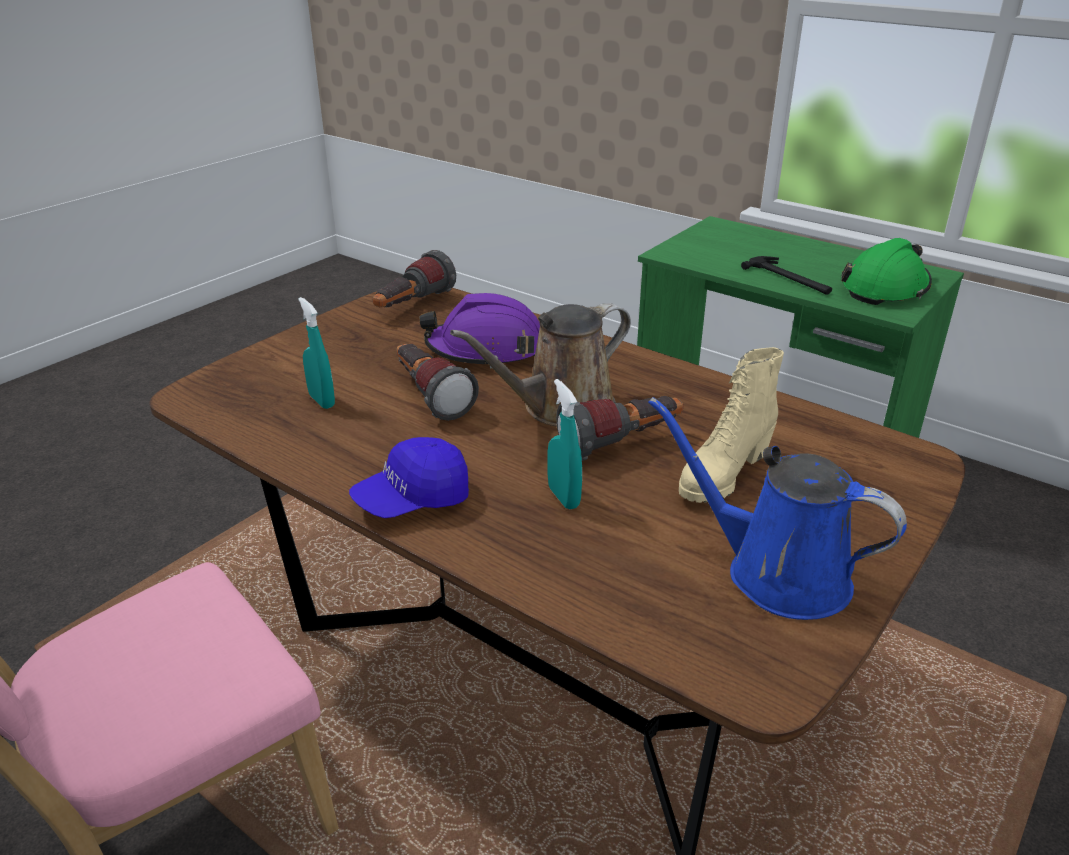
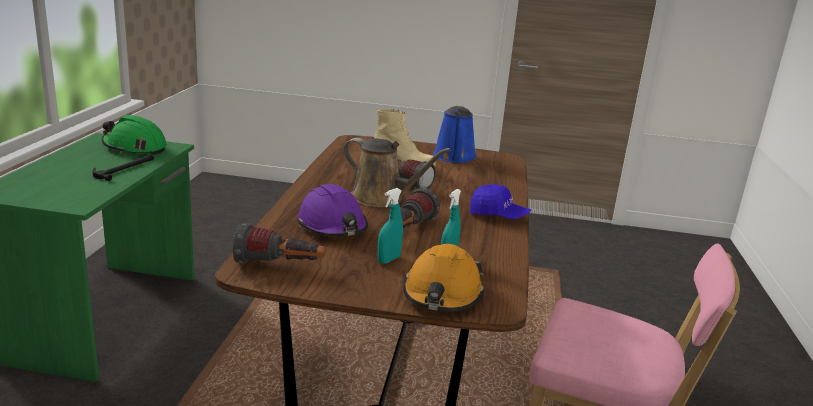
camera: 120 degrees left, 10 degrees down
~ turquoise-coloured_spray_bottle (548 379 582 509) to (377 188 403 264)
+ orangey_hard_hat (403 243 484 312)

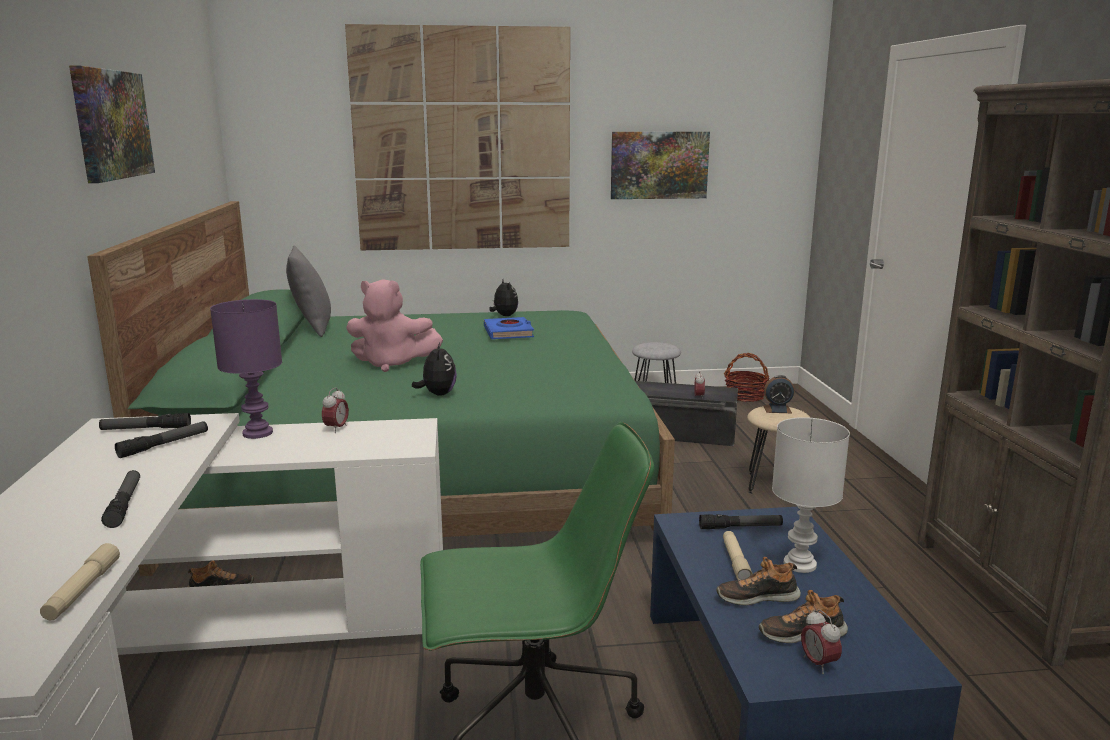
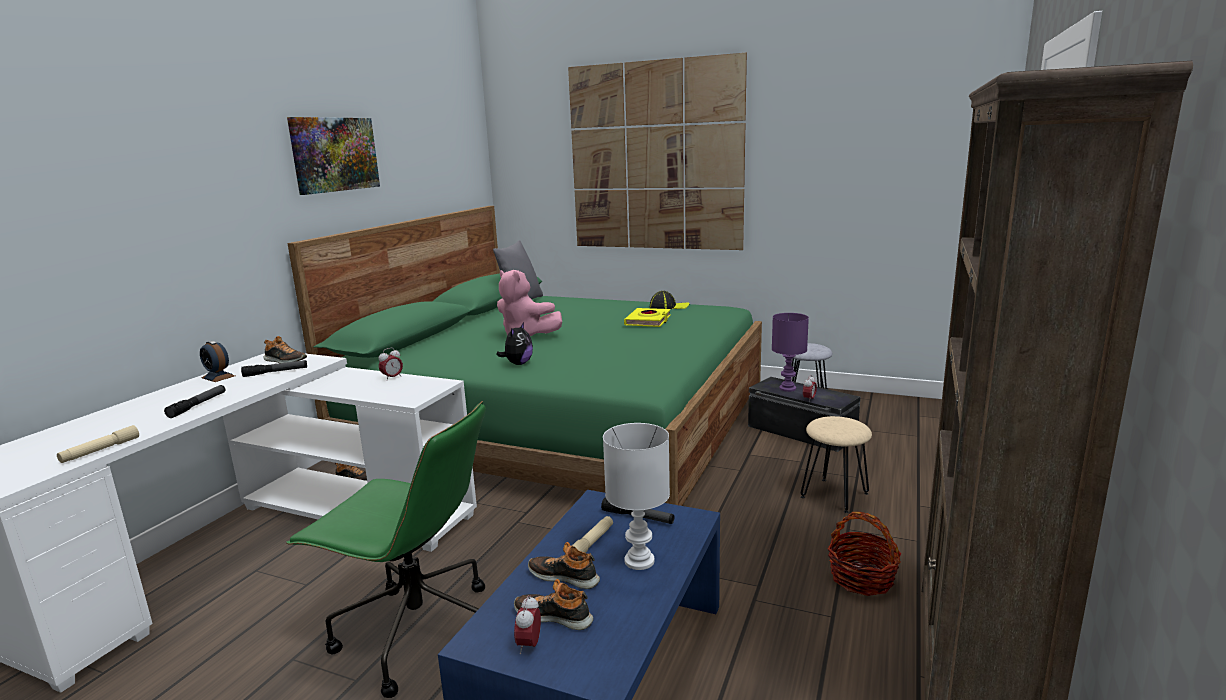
camera: 30 degrees right, 0 degrees up
~ hand_torch (99 413 191 430) to low_shoe (264 336 307 363)
~ purple_tabletop_lamp (210 299 282 439) to (772 313 809 392)
~ bluish_book (484 317 534 339) to yellow_book (624 308 671 327)
~ cuddly_toy (489 280 518 316) to cap (650 291 690 309)
- wall_picture (611 132 710 199)
~ basket (724 353 769 402) to (828 512 901 596)
~ alarm_clock (764 375 795 413) to (200 341 235 382)

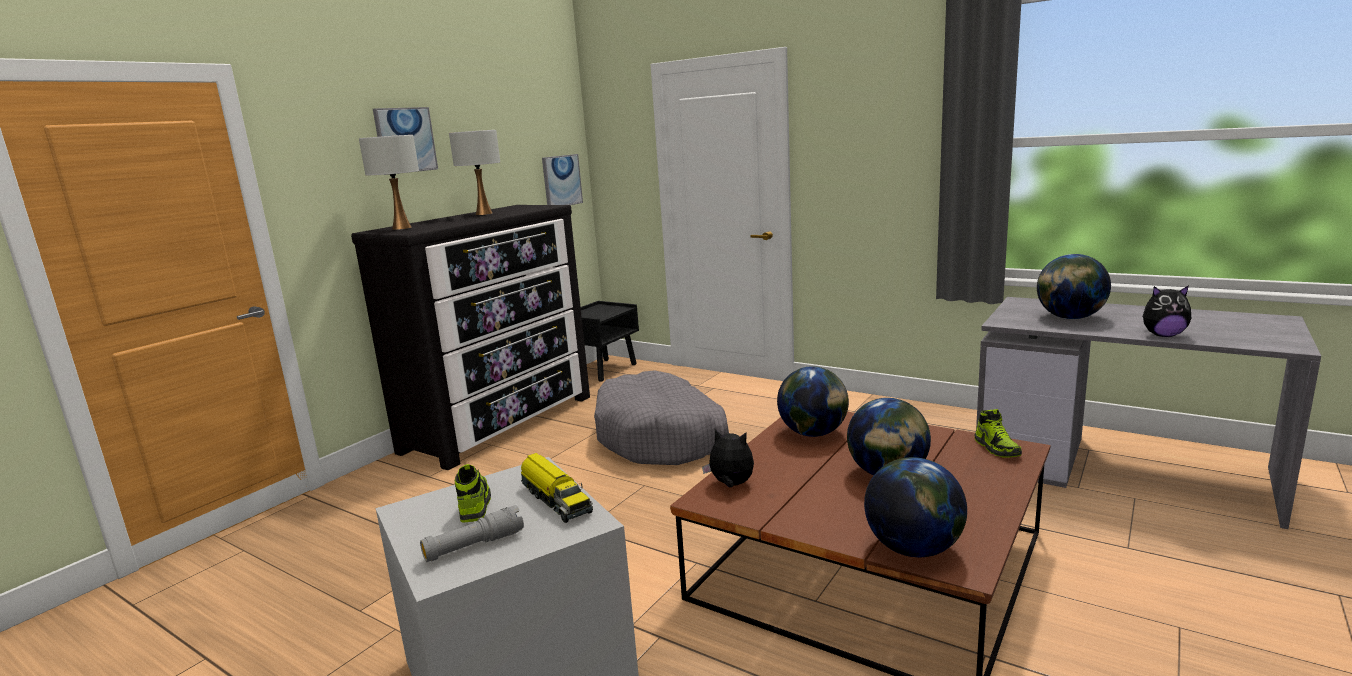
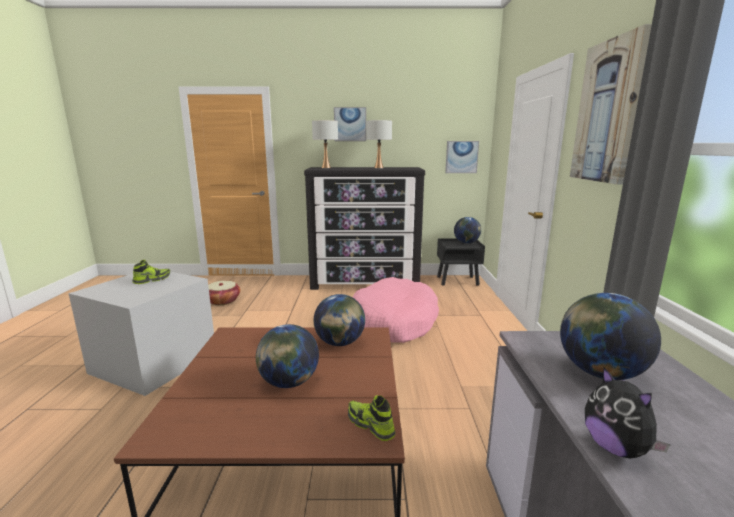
camera: 55 degrees right, 0 degrees up
- grey_hand_torch (420 505 524 562)
- toy_lorry (521 453 593 523)
~ grey_dog_bed (594 370 729 465) to pink-coloured_dog_bed (352 277 439 343)
- cuddly_toy (702 429 754 487)
~ world_globe (864 457 967 557) to (454 217 481 243)
~ low_shoe (974 409 1022 458) = (348 395 395 441) 90 degrees clockwise
+ basket (208 281 240 305)
+ wall_picture (570 24 652 185)

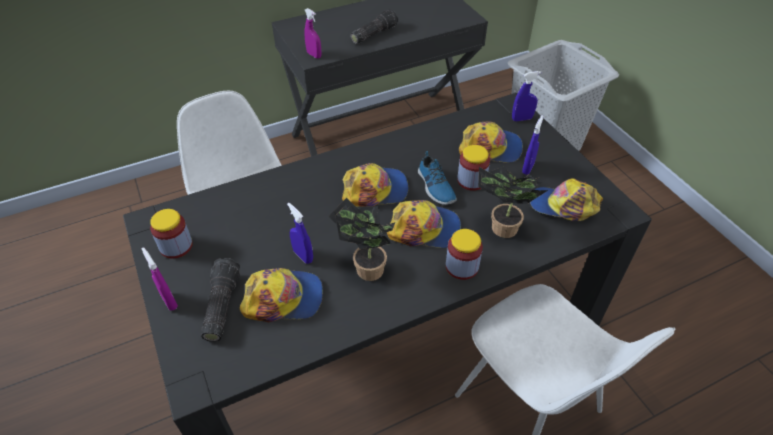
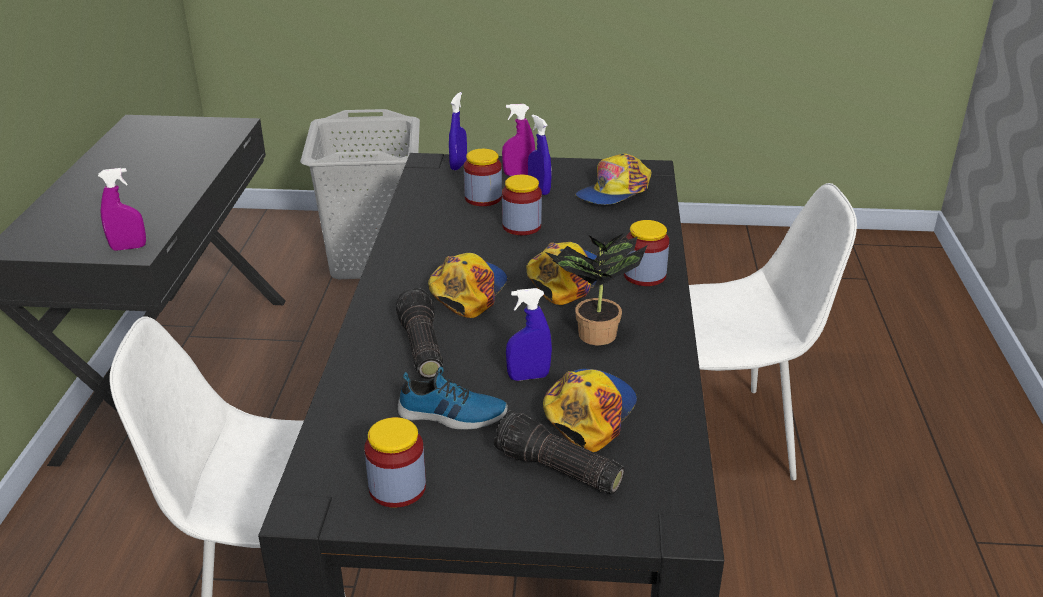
camera: 60 degrees left, 15 degrees down
~ purple_spray_bottle (142 247 178 310) to (502 104 535 176)
~ hand_torch (350 9 398 44) to (396 288 443 379)
~ low_shoe (418 151 457 205) to (397 367 508 430)
~ cap (459 121 523 163) to jar (464 149 502 206)
- plant_in_a_pot (478 166 548 238)

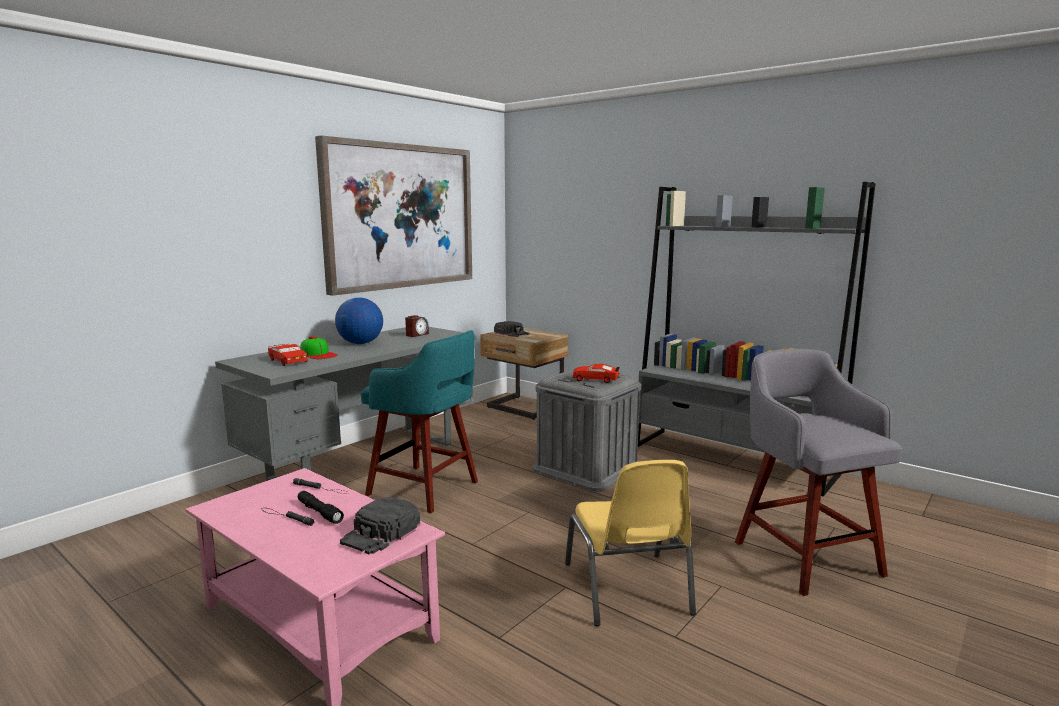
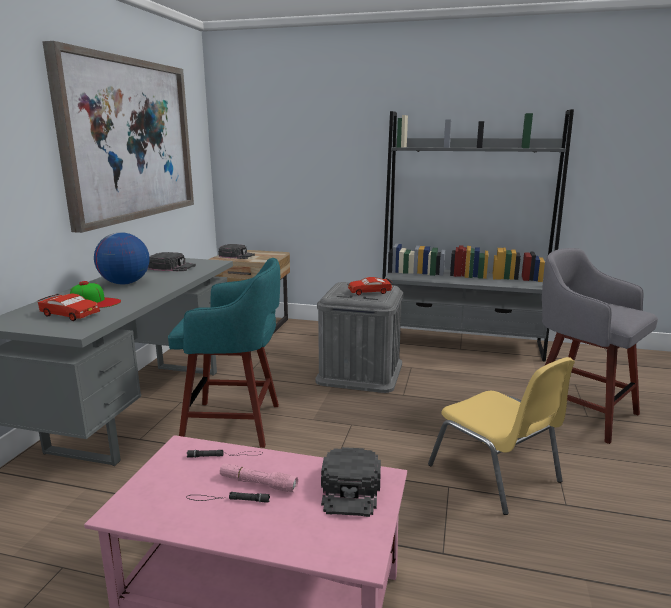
camera: 25 degrees left, 5 degrees up
~ blackish_hand_torch (298 491 344 524) to pink-coloured_hand_torch (220 463 298 492)
~ alarm_clock (405 315 429 337) to blackish_cap (148 252 196 271)

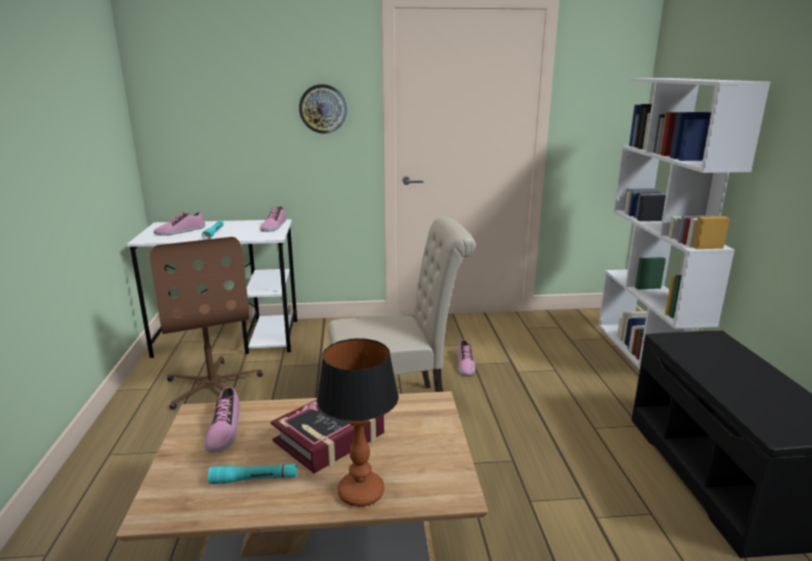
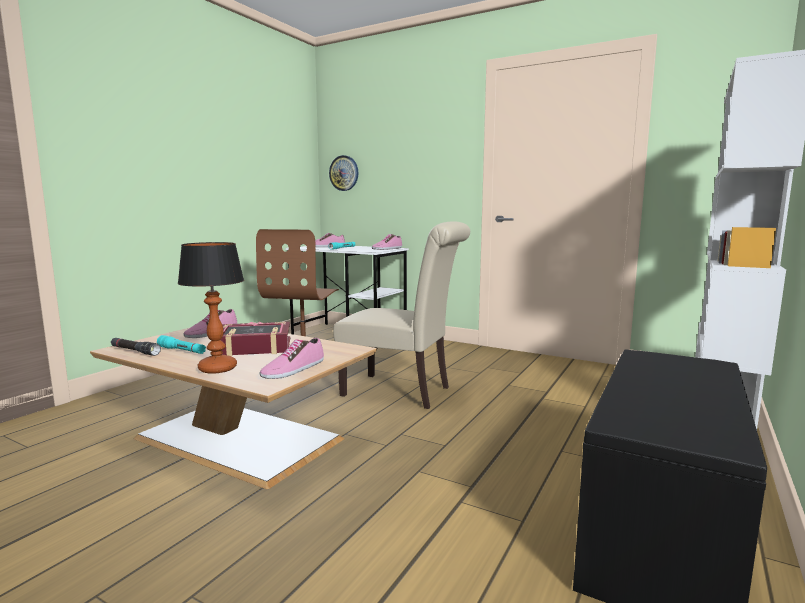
camera: 35 degrees right, 10 degrees down
~ hanging_clock (299 84 347 134) to (329 155 358 191)
~ low_shoe (457 340 476 376) to (260 338 324 379)
+ blackish_hand_torch (111 338 161 356)

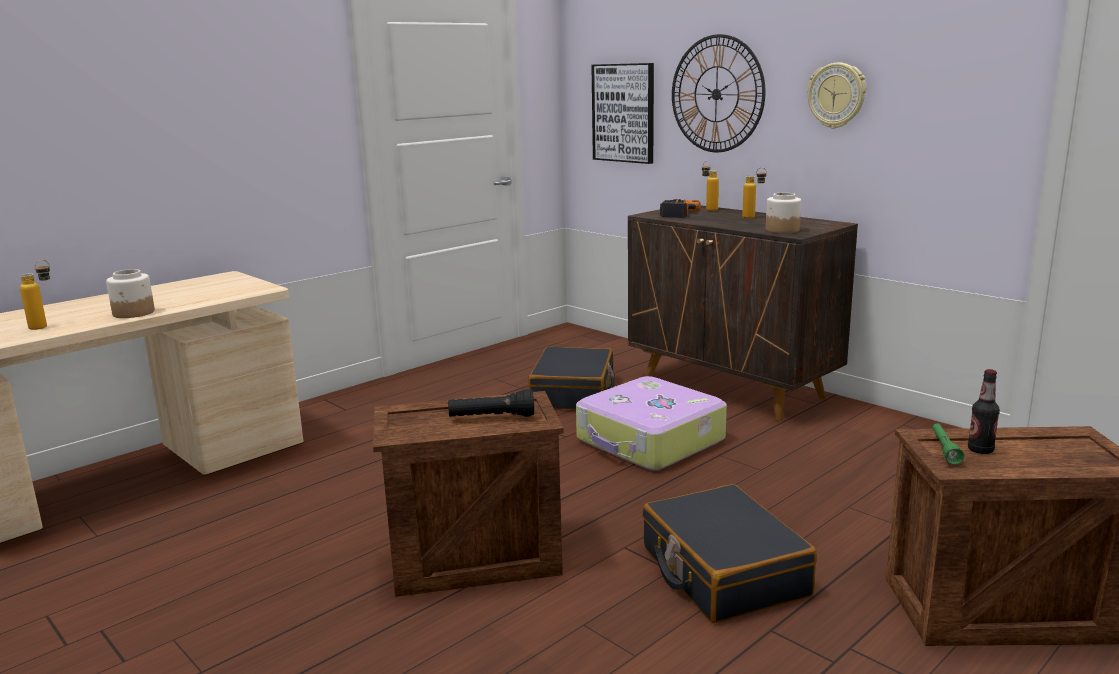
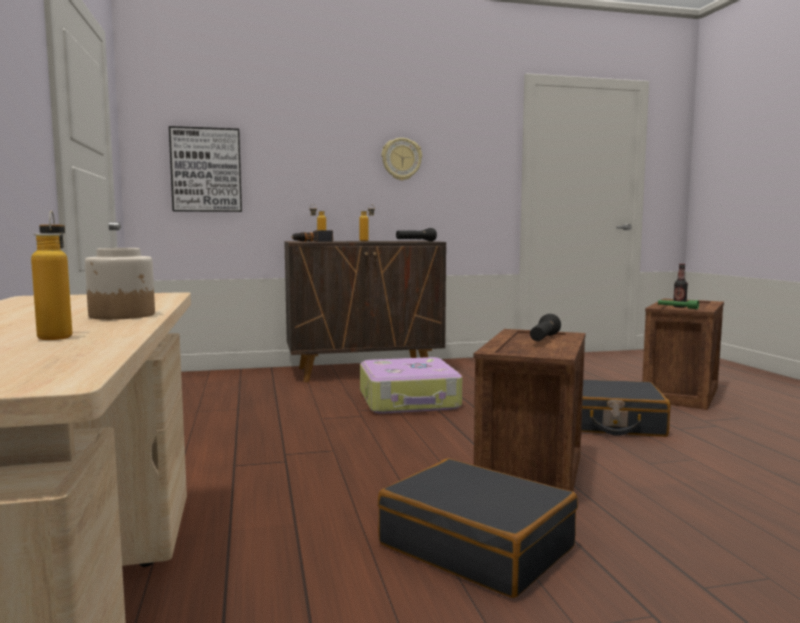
camera: 60 degrees left, 10 degrees down
~ blackish_suitcase (528 347 615 409) to (378 458 578 598)
- hanging_clock (672 34 765 152)
~ jar (766 193 801 233) to blackish_hand_torch (396 228 437 241)

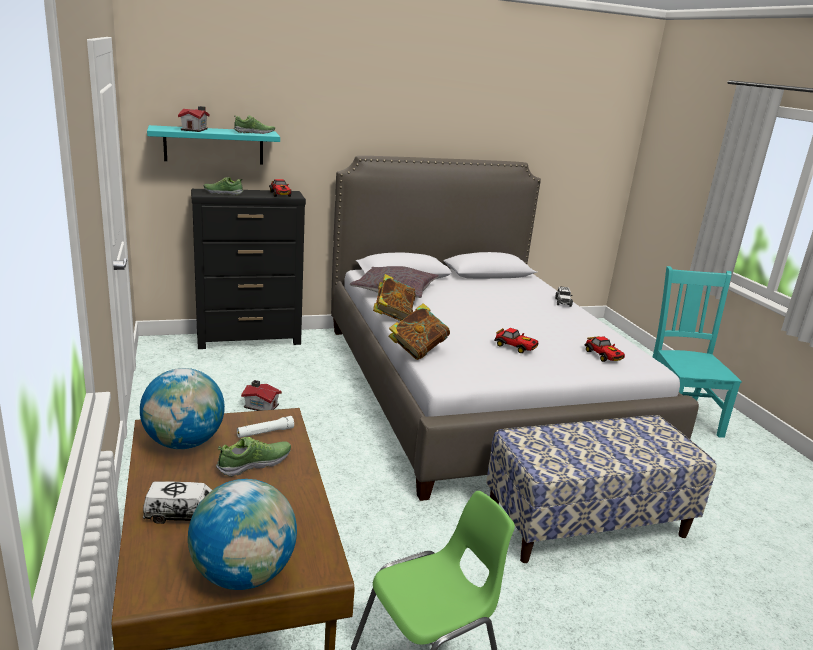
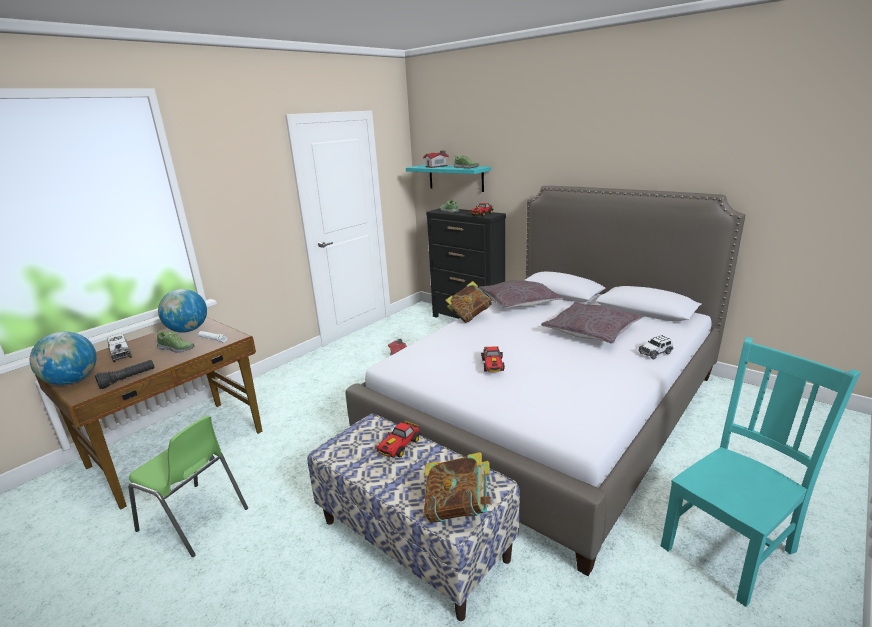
camera: 60 degrees right, 0 degrees up
~ book (389 303 450 360) to (424 452 492 523)
~ miniature_car (585 336 625 362) to (376 421 421 457)
+ blackish_hand_torch (95 360 154 389)
+ grey_cushion (541 302 643 344)

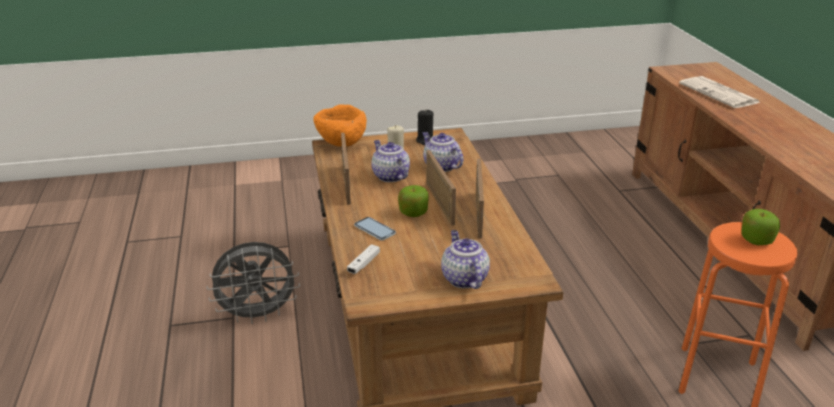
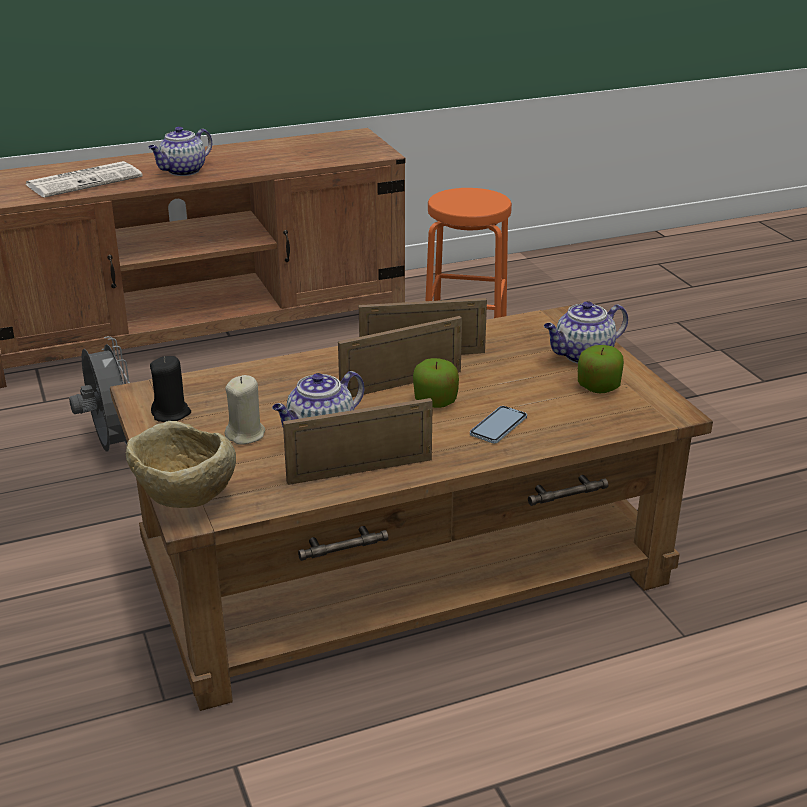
camera: 100 degrees left, 0 degrees up
~ grey_fan (207 242 300 324) to (69 336 130 452)
~ orangey_serving_bowl (313 104 367 147) to beige_serving_bowl (126 421 236 508)
- white_game_controller (347 244 380 274)
~ tea_pot (422 132 463 172) to (148 126 212 176)
~ whole_apple (741 209 780 245) to (578 345 624 393)

